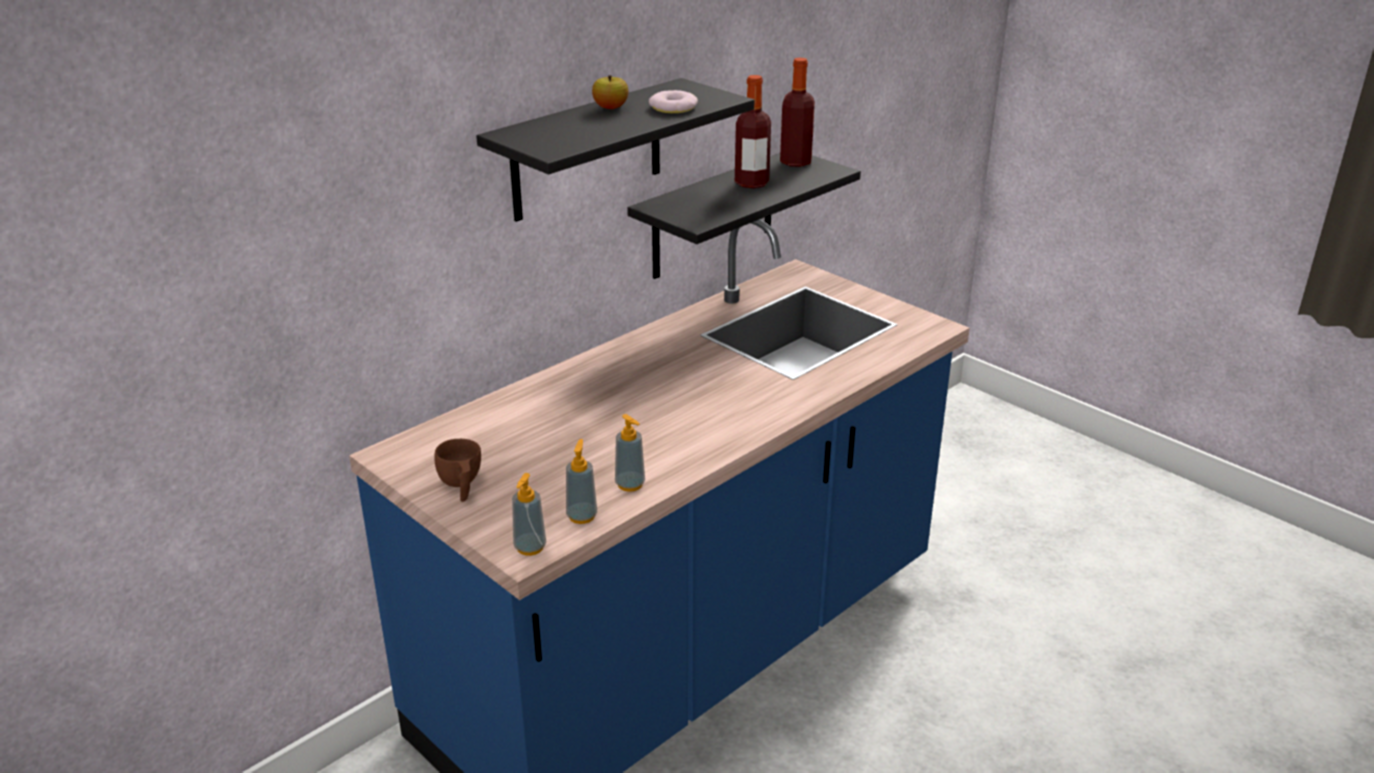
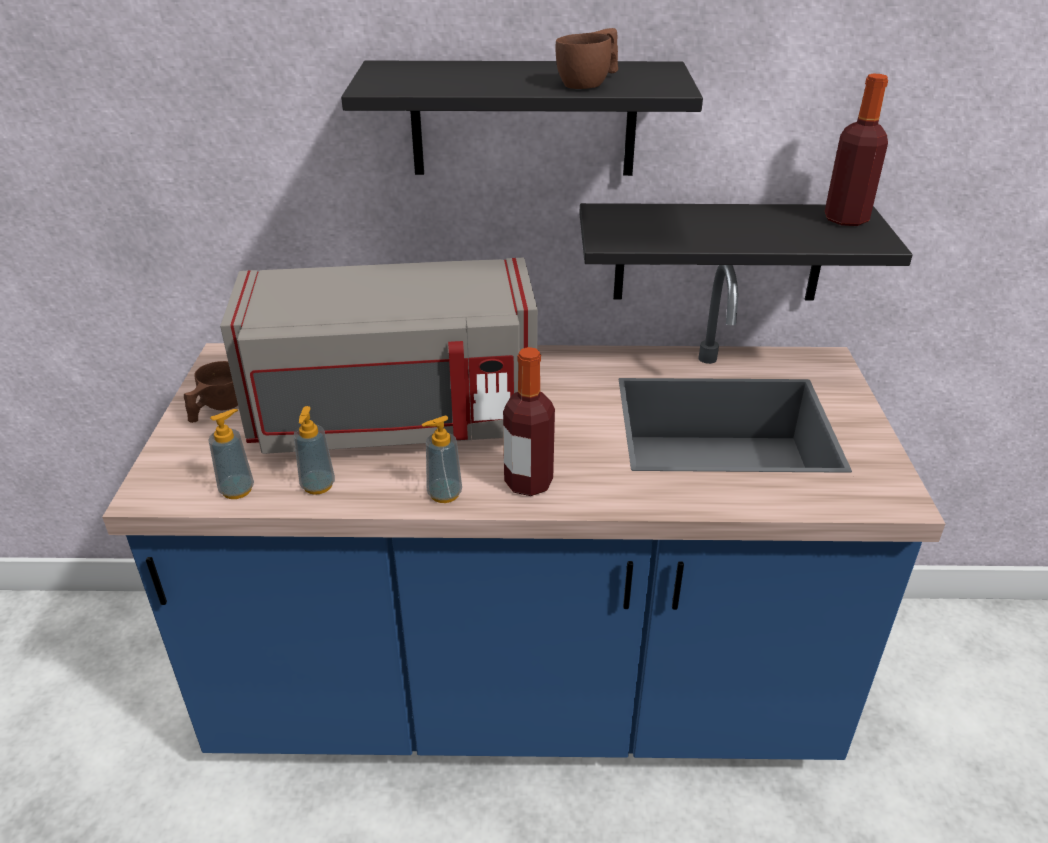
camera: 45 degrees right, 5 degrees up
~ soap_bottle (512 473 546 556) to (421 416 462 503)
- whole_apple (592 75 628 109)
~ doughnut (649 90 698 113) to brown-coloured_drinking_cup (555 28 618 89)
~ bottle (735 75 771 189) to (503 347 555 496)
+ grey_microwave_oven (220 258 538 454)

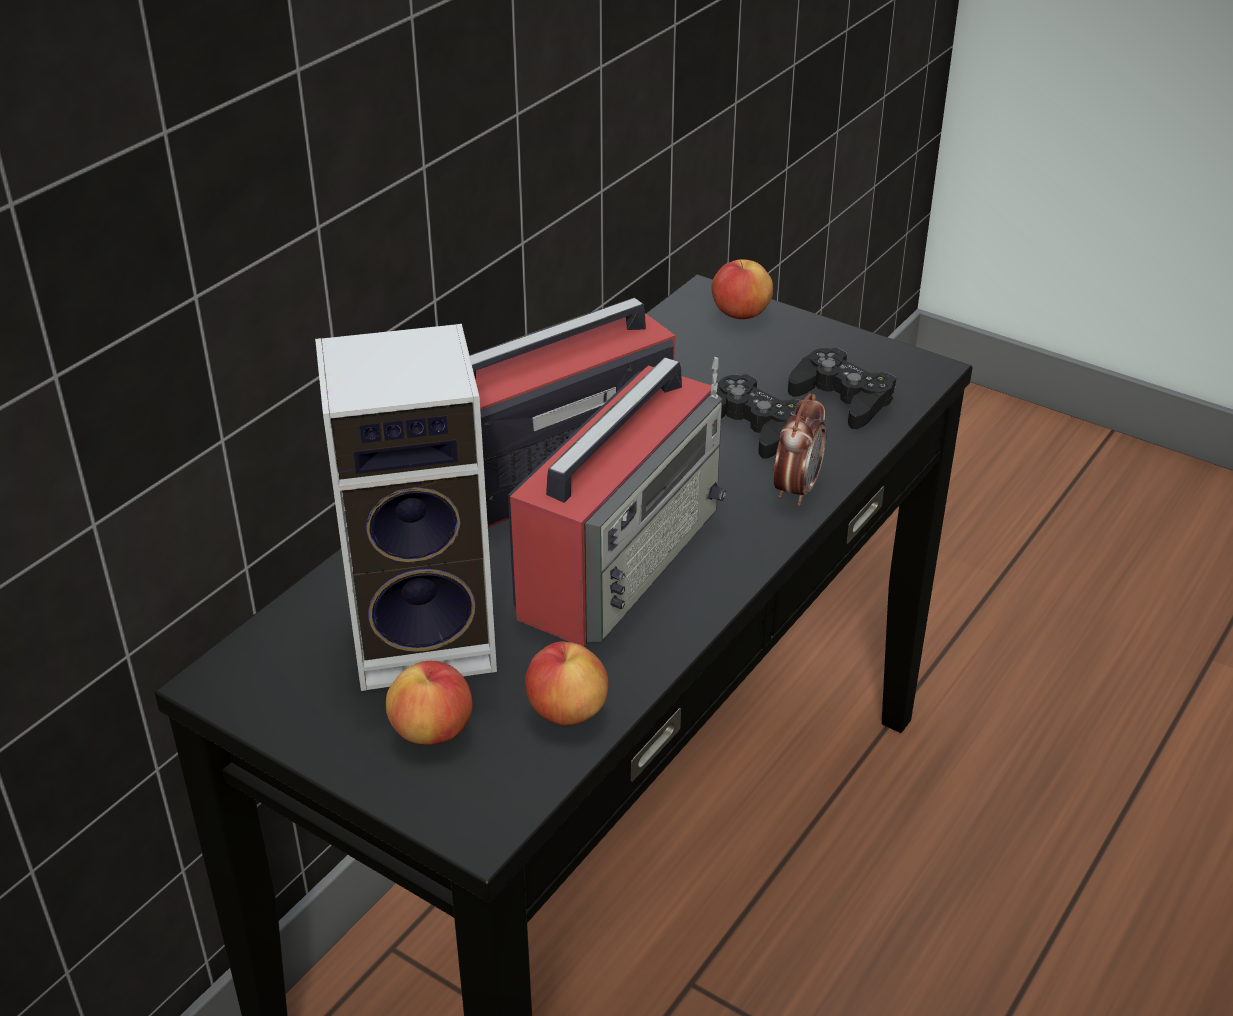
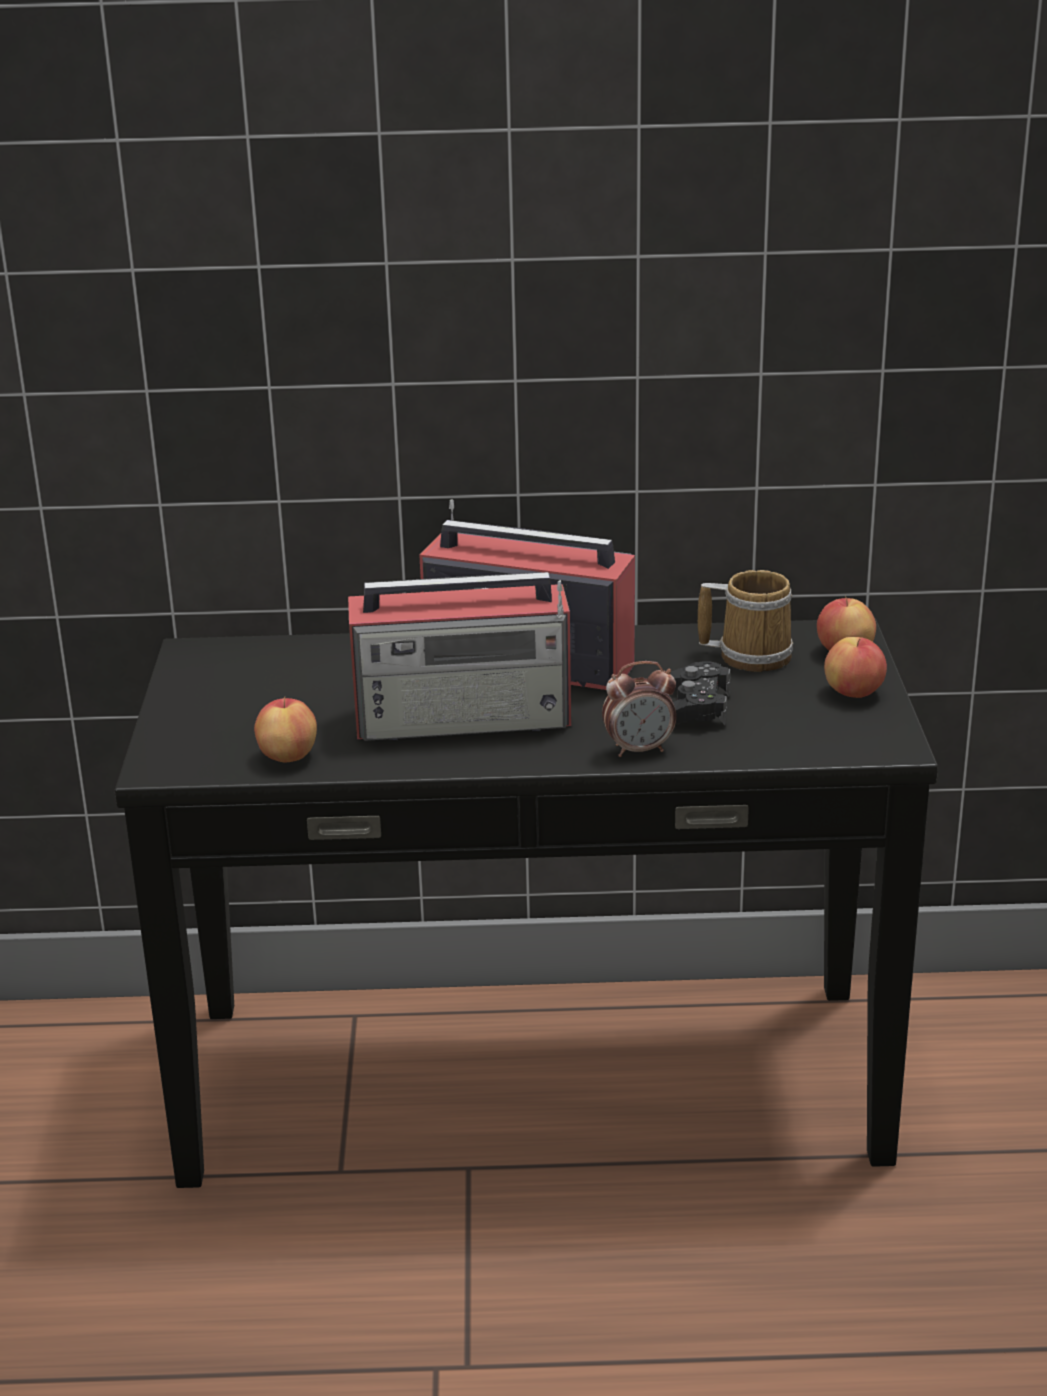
camera: 55 degrees right, 10 degrees down
- speaker (315 324 497 691)
~ whole_apple (386 661 473 745) to (824 637 887 698)
- blackish_game_controller (788 348 896 429)
+ coffee_mug (698 570 793 672)

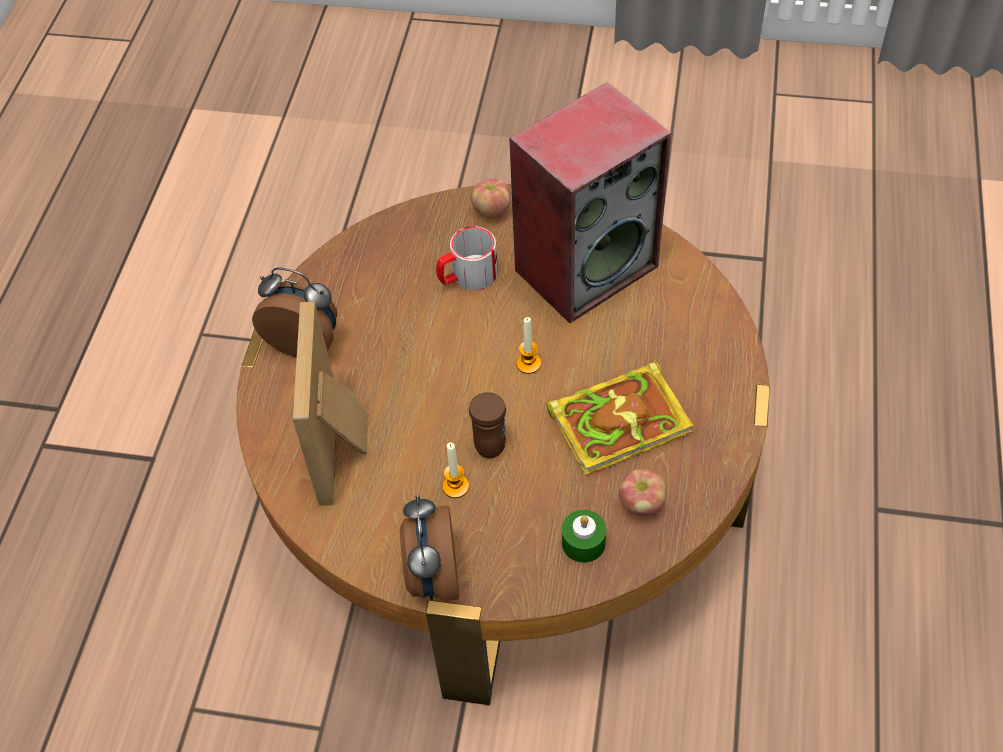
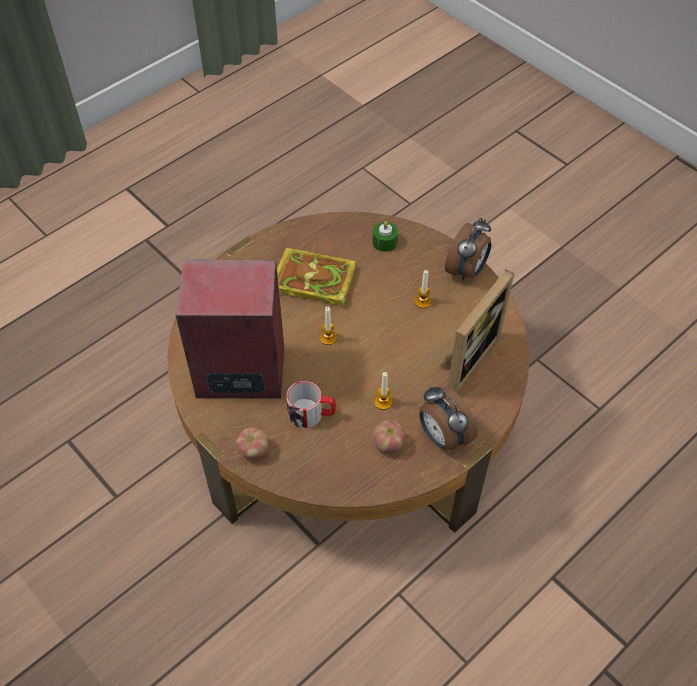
camera: 145 degrees left, 0 degrees up
- brown-coloured_coffee_mug (469 392 506 458)
~ whole_apple (619 469 666 516) to (373 421 405 453)
+ wax_light (374 372 392 410)

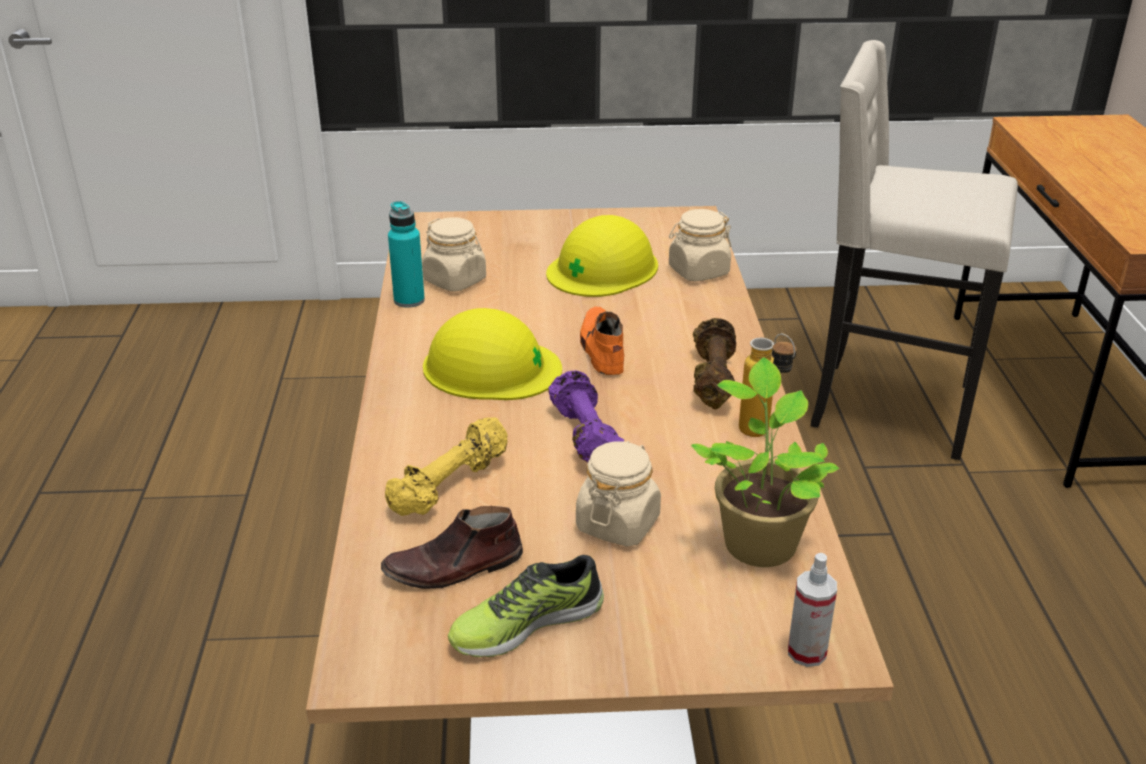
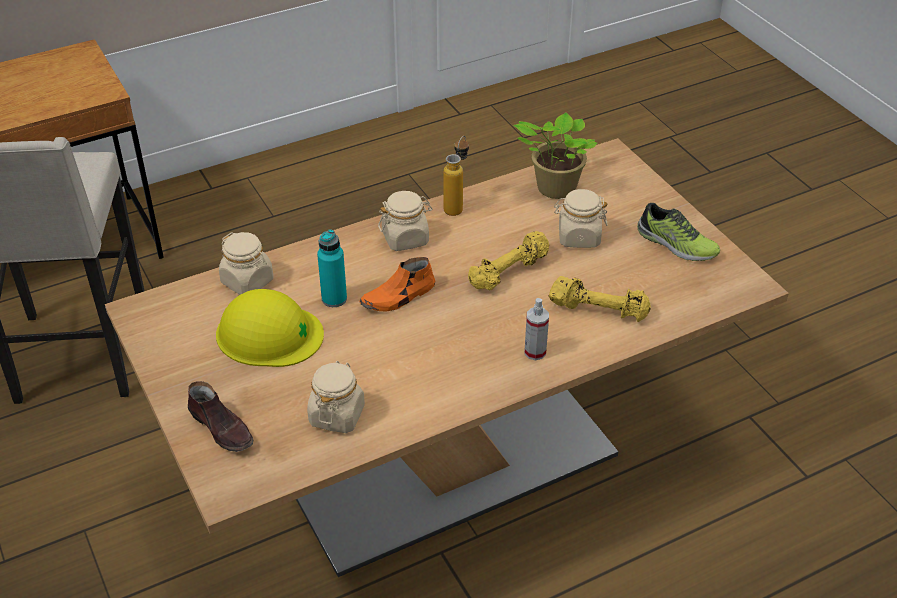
camera: 115 degrees left, 10 degrees up
~ brown-coloured_low_shoe (381 506 523 589) to (188 381 253 452)
~ turquoise-coloured_bottle (388 201 425 308) to (317 229 347 307)
- yellow_hard_hat (423 308 562 400)
~ purple_hand_weight (548 371 624 463) to yellow_hand_weight (468 231 550 290)
~ brown-coloured_hand_weight (693 318 736 409) to beige_jar (378 191 432 251)
~ spray_bottle (788 553 837 667) to (525 298 549 360)

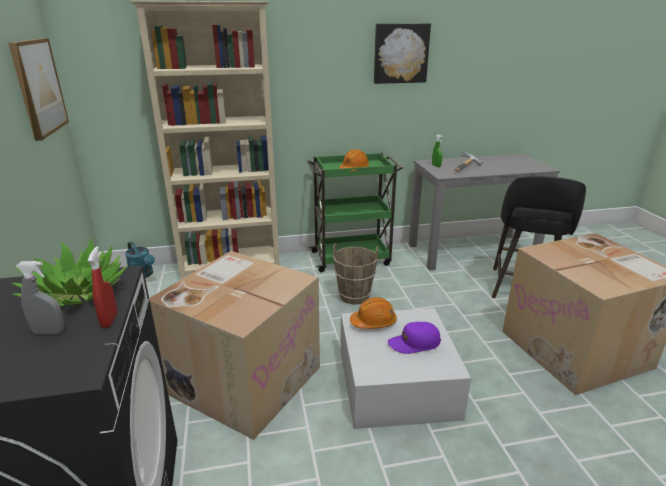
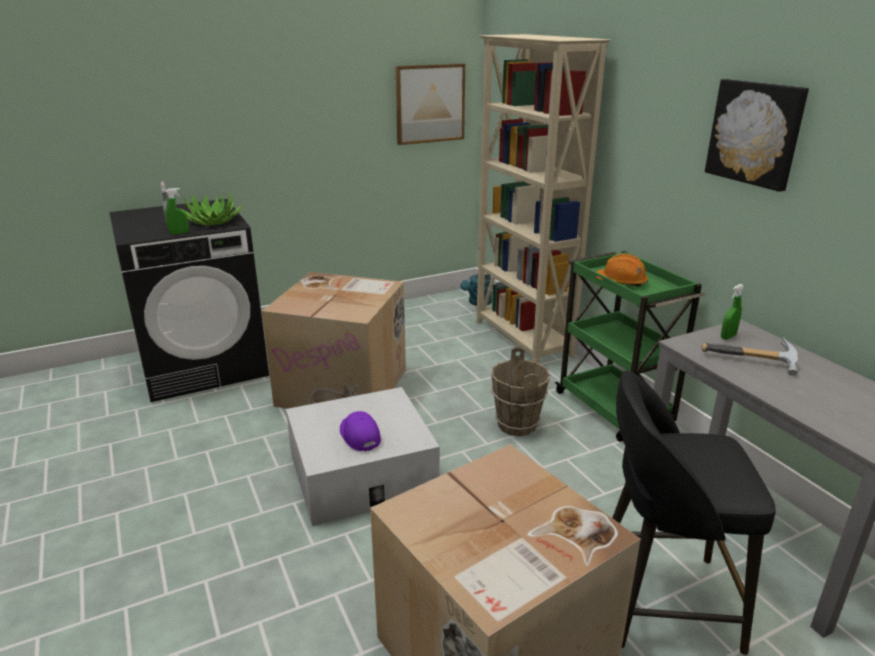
camera: 75 degrees right, 0 degrees up
~ red-coloured_spray_bottle (88 246 117 328) to greenish_spray_bottle (165 188 189 235)
- orangey_hard_hat (350 297 397 329)

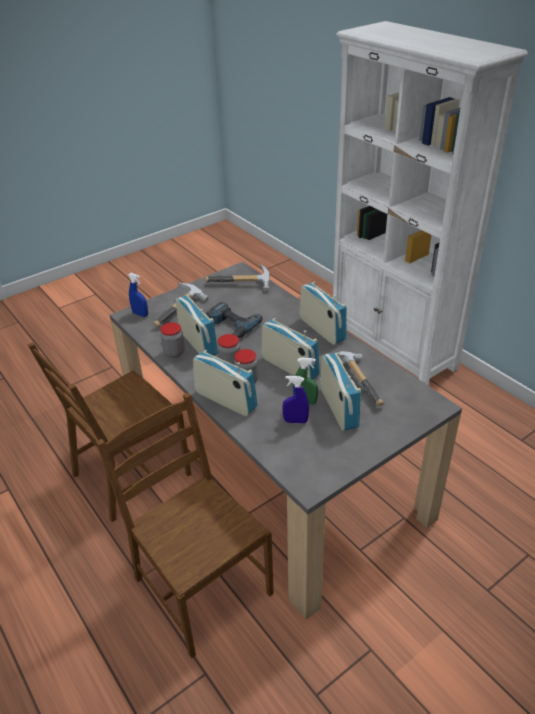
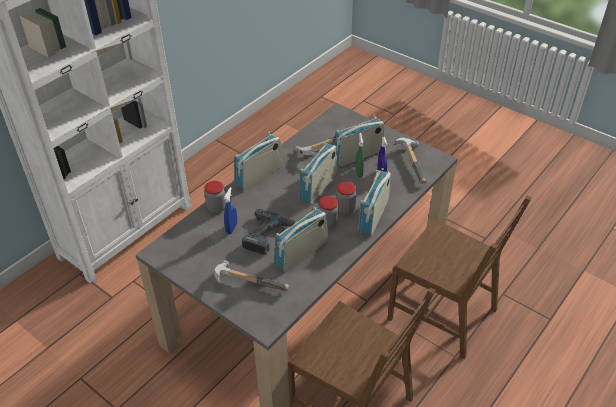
camera: 105 degrees left, 5 degrees up
~ brown-coloured_upright_chair (96 392 274 658) = (387 196 532 359) 90 degrees counterclockwise
~ bluish_spray_bottle (128 273 148 317) to (224 187 237 234)
~ jar (160 322 185 358) to (204 181 226 213)
~ hand_hammer (205 263 270 291) to (393 137 427 184)

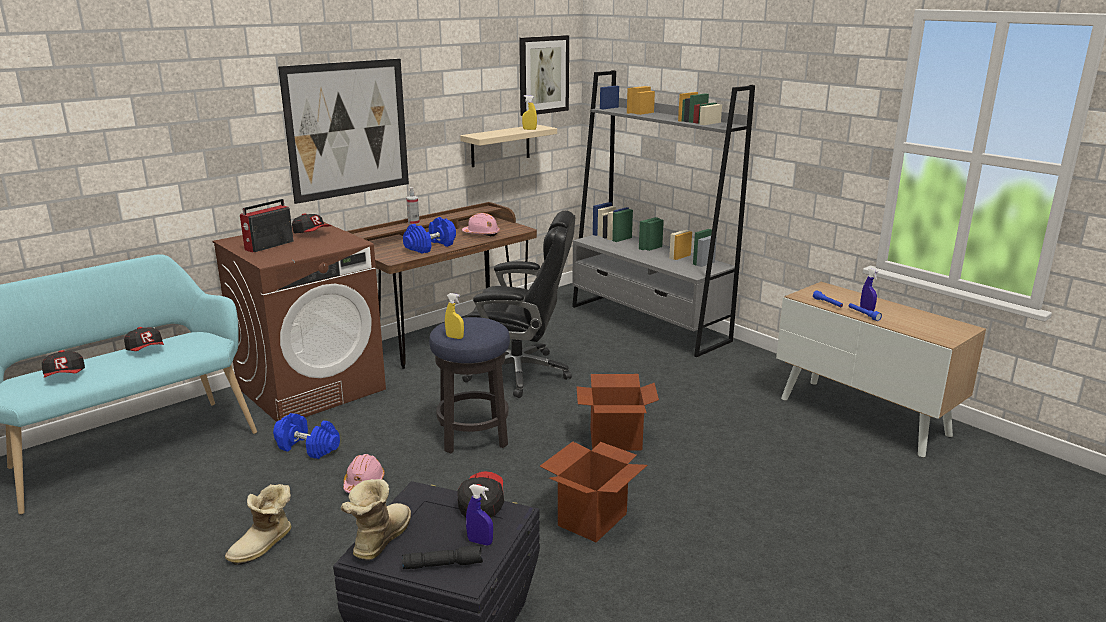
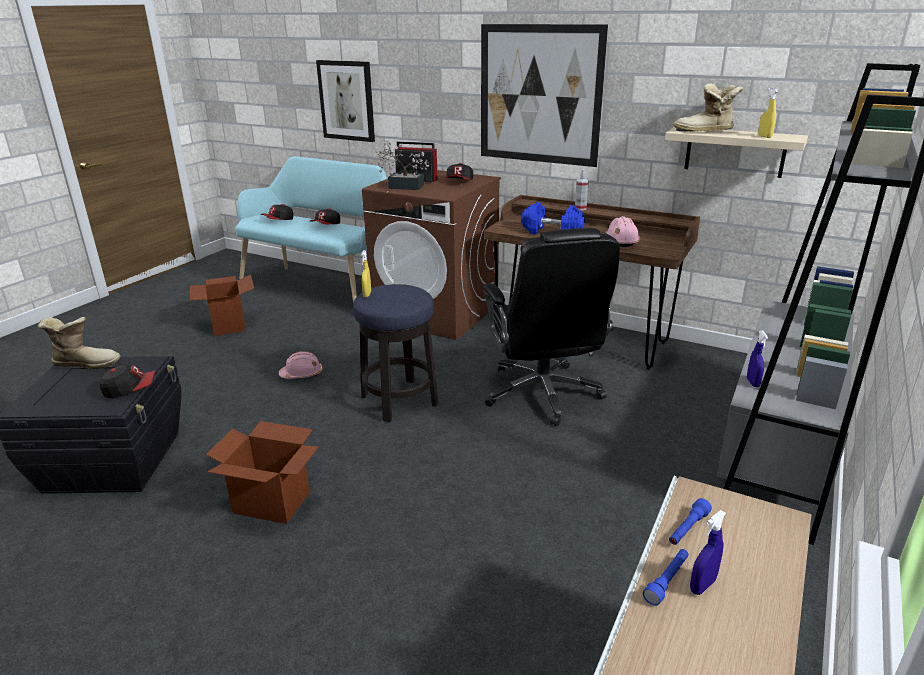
camera: 70 degrees right, 5 degrees up
~ boot (225 484 291 565) to (673 83 743 132)
- bluish_hand_weight (273 413 340 459)
- blackish_hand_torch (402 546 483 569)
~ bluish_spray_bottle (466 484 493 546) to (747 330 768 387)
~ wall_picture (519 35 569 116) to (316 60 375 142)
~ packing_box (577 374 659 451) to (190 275 254 336)
+ plant_in_a_pot (376 140 429 190)

